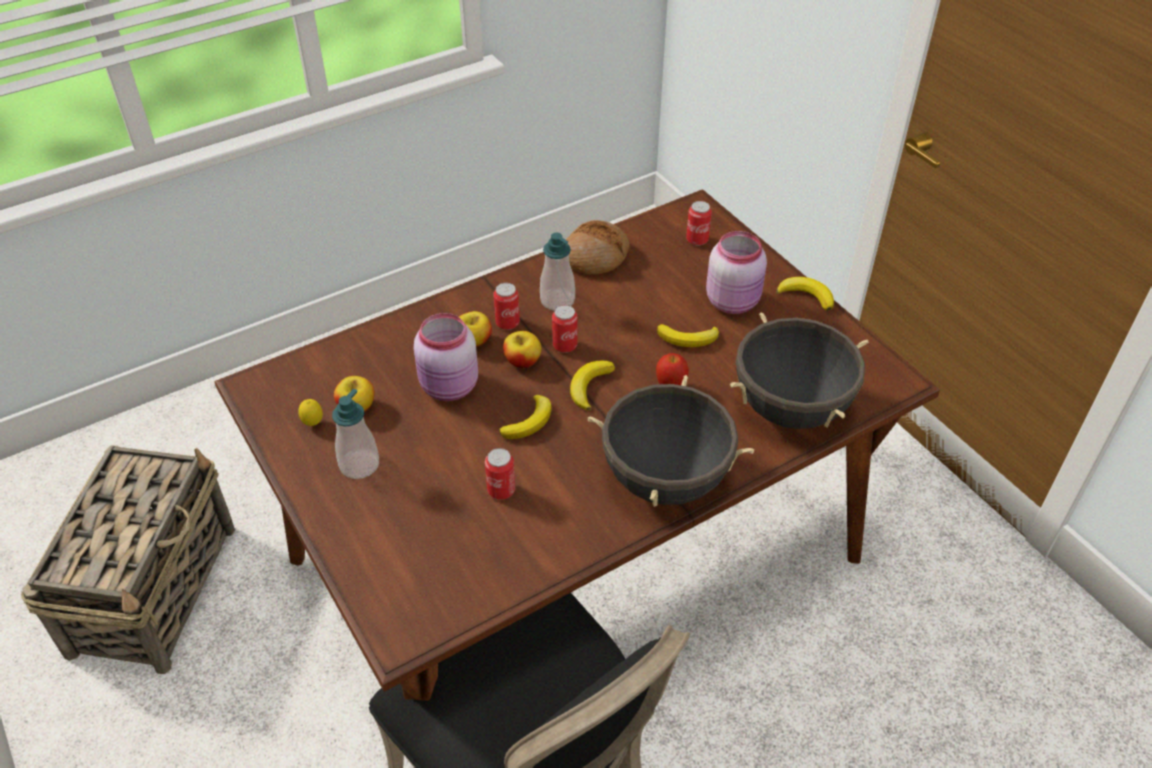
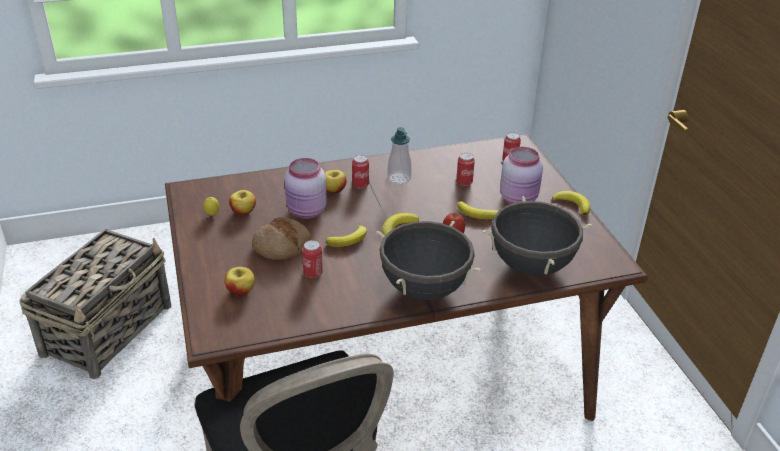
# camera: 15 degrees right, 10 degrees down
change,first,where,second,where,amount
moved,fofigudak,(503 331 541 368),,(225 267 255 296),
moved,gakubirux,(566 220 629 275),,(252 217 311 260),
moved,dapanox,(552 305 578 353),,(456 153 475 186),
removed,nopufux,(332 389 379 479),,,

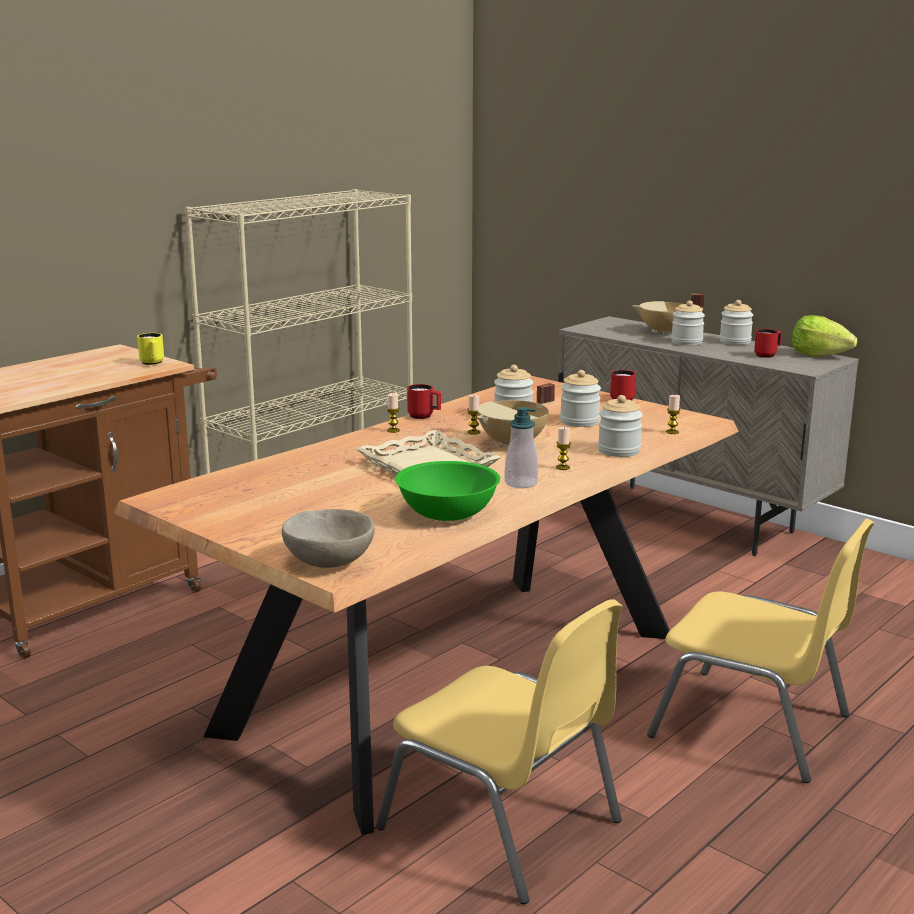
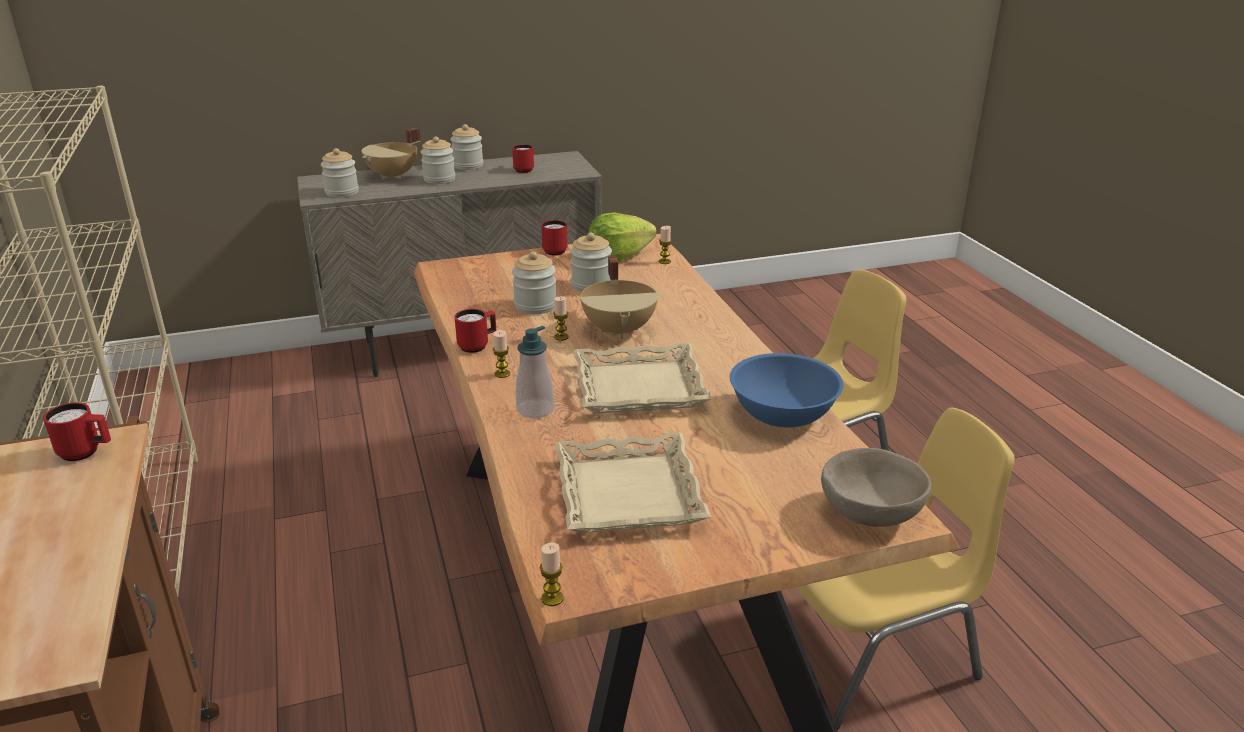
# camera: 60 degrees left, 10 degrees up
change,first,where,second,where,amount
recoloured,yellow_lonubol,(137 333 164 365),red_lonubol,(43 402 111 461),
moved,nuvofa,(598 395 643 457),,(321 148 359 197),
moved,nopufux,(504 407 538 488),,(516 326 554 418),
moved,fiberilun,(556 427 571 470),,(540 542 564 606),
added,,,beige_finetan,(555 433 711 533),
moved,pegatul,(792 315 857 357),,(589 213 657 261),
recoloured,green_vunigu,(395 461 500 521),blue_vunigu,(730 353 844 428),

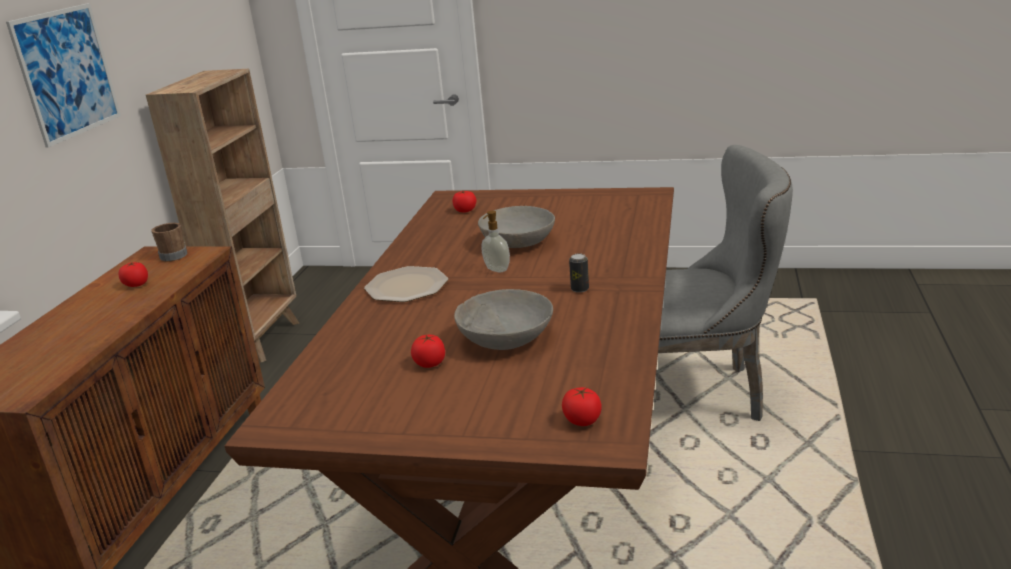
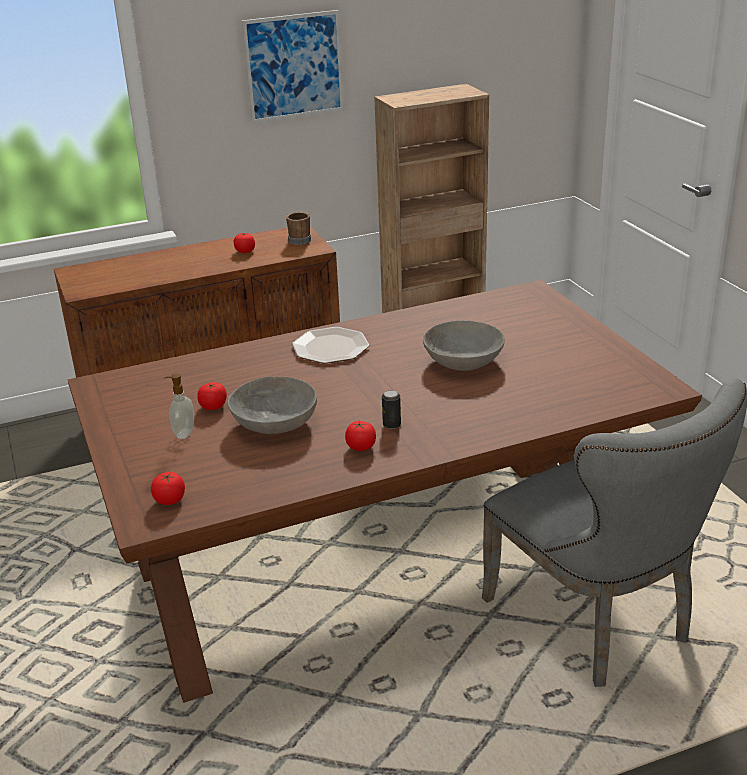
# camera: 55 degrees right, 5 degrees up
change,first,where,second,where,amount
moved,nopufux,(481 211 510 272),,(164 373 194 439),
moved,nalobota,(453 191 476 213),,(345 421 376 451),

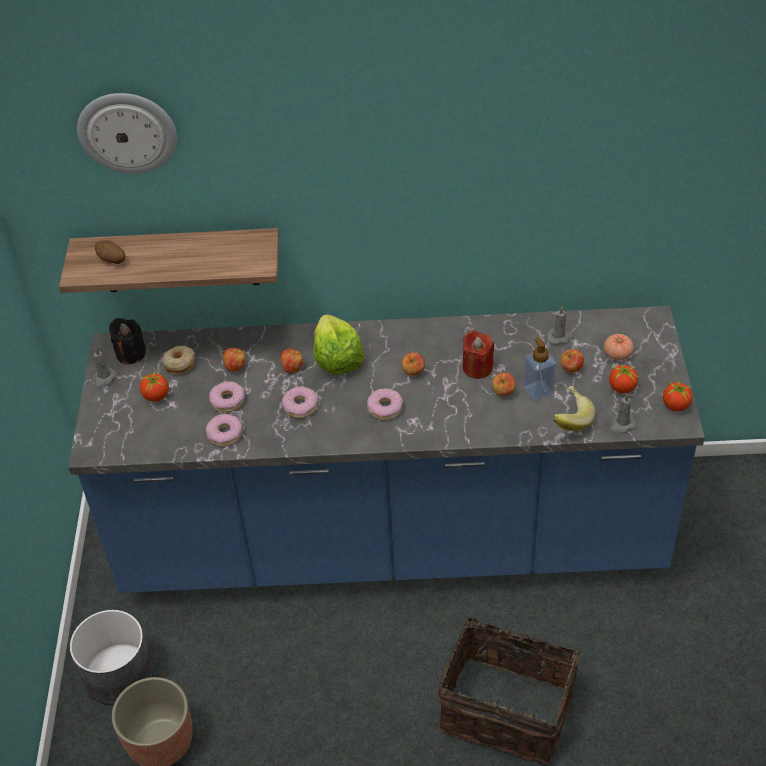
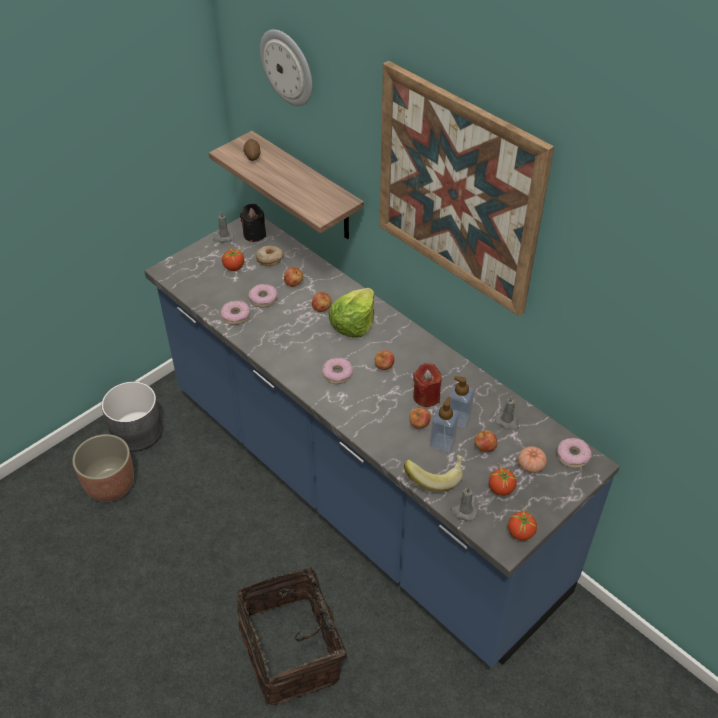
# camera: 45 degrees right, 0 degrees up
change,first,where,second,where,amount
added,,,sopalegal,(380 61 554 317),
added,,,nopufux,(448 376 474 428),
moved,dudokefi,(282 386 318 418),,(557 438 592 468),

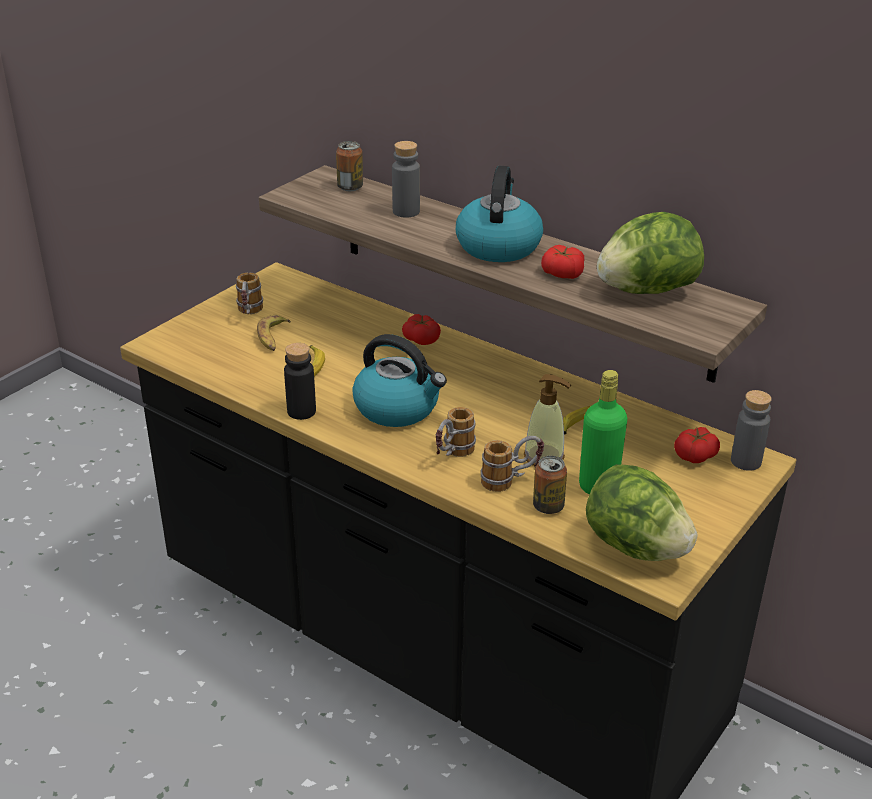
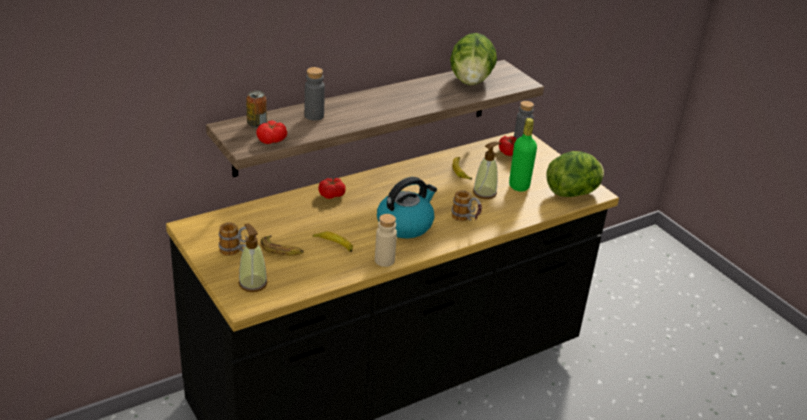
# camera: 70 degrees left, 0 degrees up
change,first,where,second,where,amount
added,,,nopufux,(239 223 267 292),
moved,nalobota,(541 245 584 279),,(256 120 287 144),
recoloured,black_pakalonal,(284 343 316 420),beige_pakalonal,(375 214 397 267),
removed,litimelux,(456 166 543 262),,,
removed,lonubol,(481 436 544 492),,,
removed,dapanox,(533 456 567 514),,,

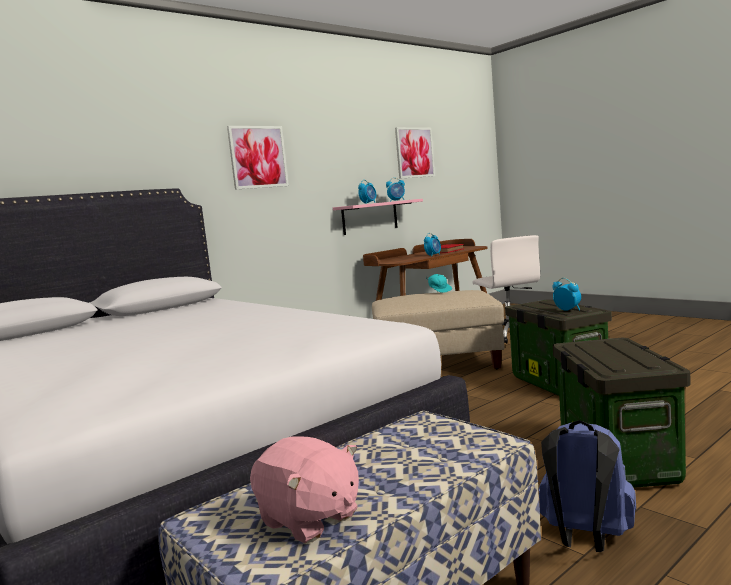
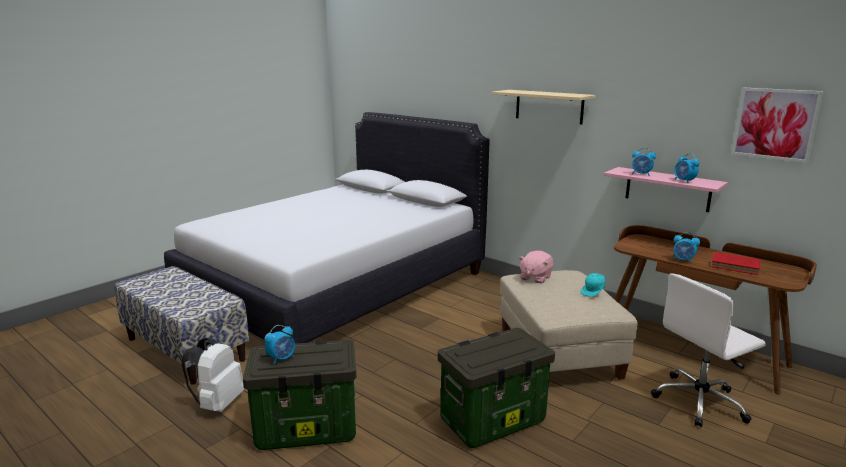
# camera: 80 degrees right, 10 degrees up
change,first,where,second,where,amount
recoloured,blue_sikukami,(538 420 636 552),white_sikukami,(181 338 244 412),
moved,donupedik,(552 278 581 311),,(264 325 295 365),
replaced,sopalegal,(227 126 289 190),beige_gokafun,(492 90 595 124),
moved,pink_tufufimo,(250 436 359 543),,(519 251 553 283),

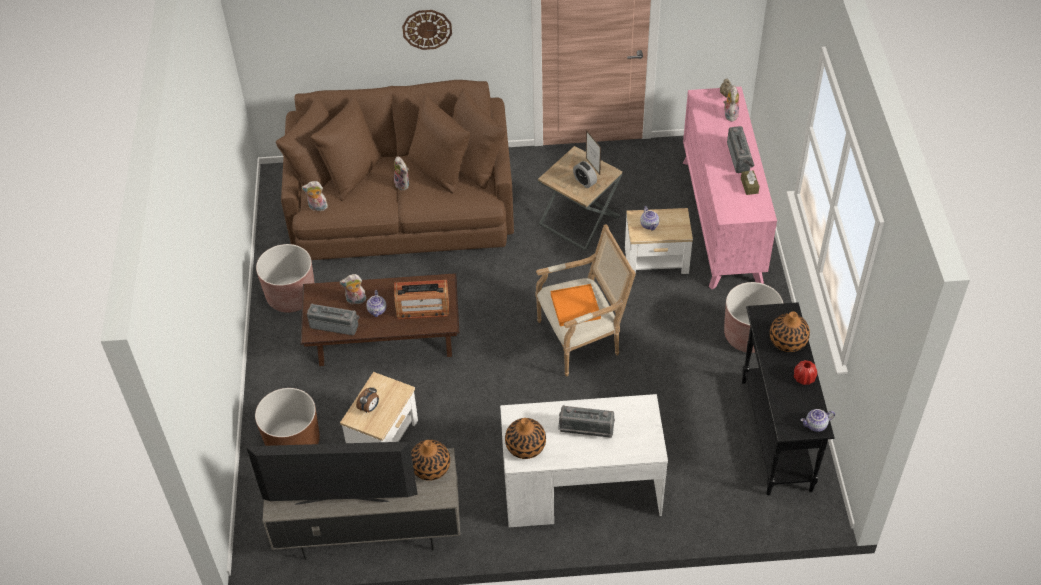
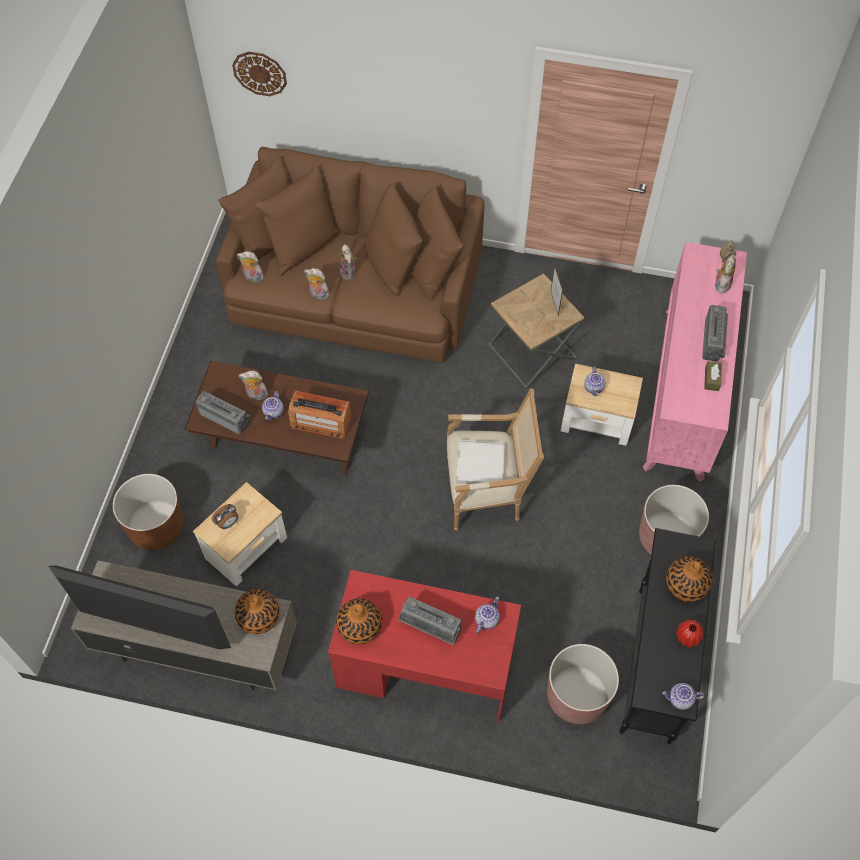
# camera: 15 degrees right, 10 degrees up
change,first,where,second,where,amount
moved,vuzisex,(402 10 452 50),,(232 52 287 96),
added,,,tufufimo,(304 268 332 300),
recoloured,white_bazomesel,(500 394 668 527),red_bazomesel,(328 570 521 723),
recoloured,orange_finetan,(551 284 601 326),white_finetan,(456 440 505 484),
added,,,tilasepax,(475 597 500 633),
moved,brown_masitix,(256 244 315 313),,(547 644 619 724),
removed,donupedik,(573 161 597 188),,,

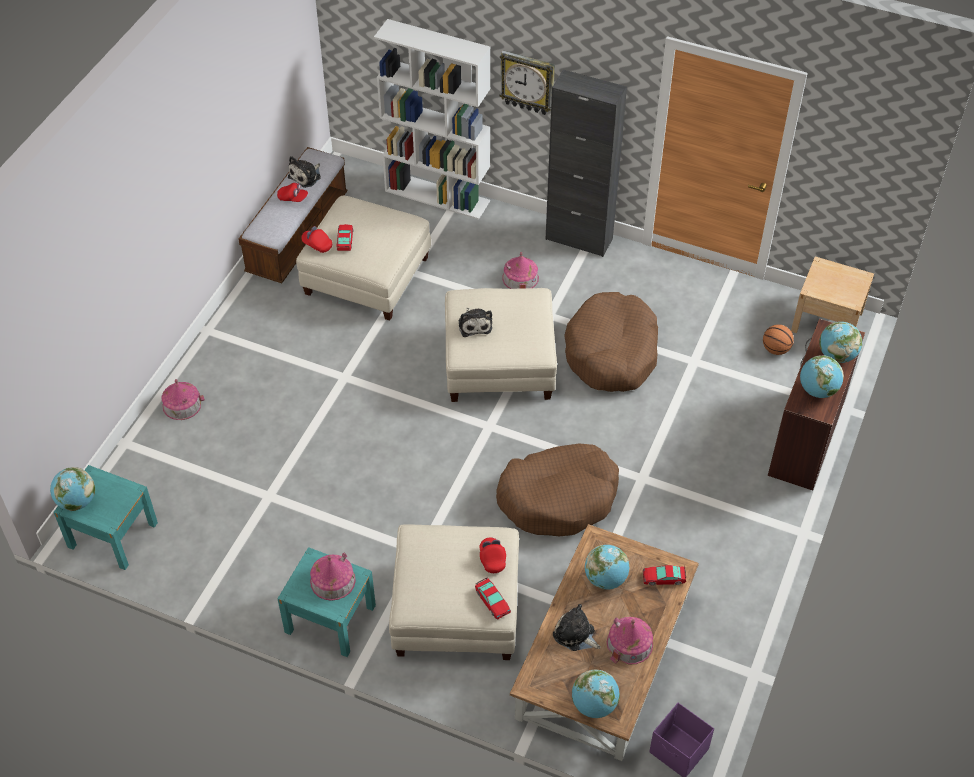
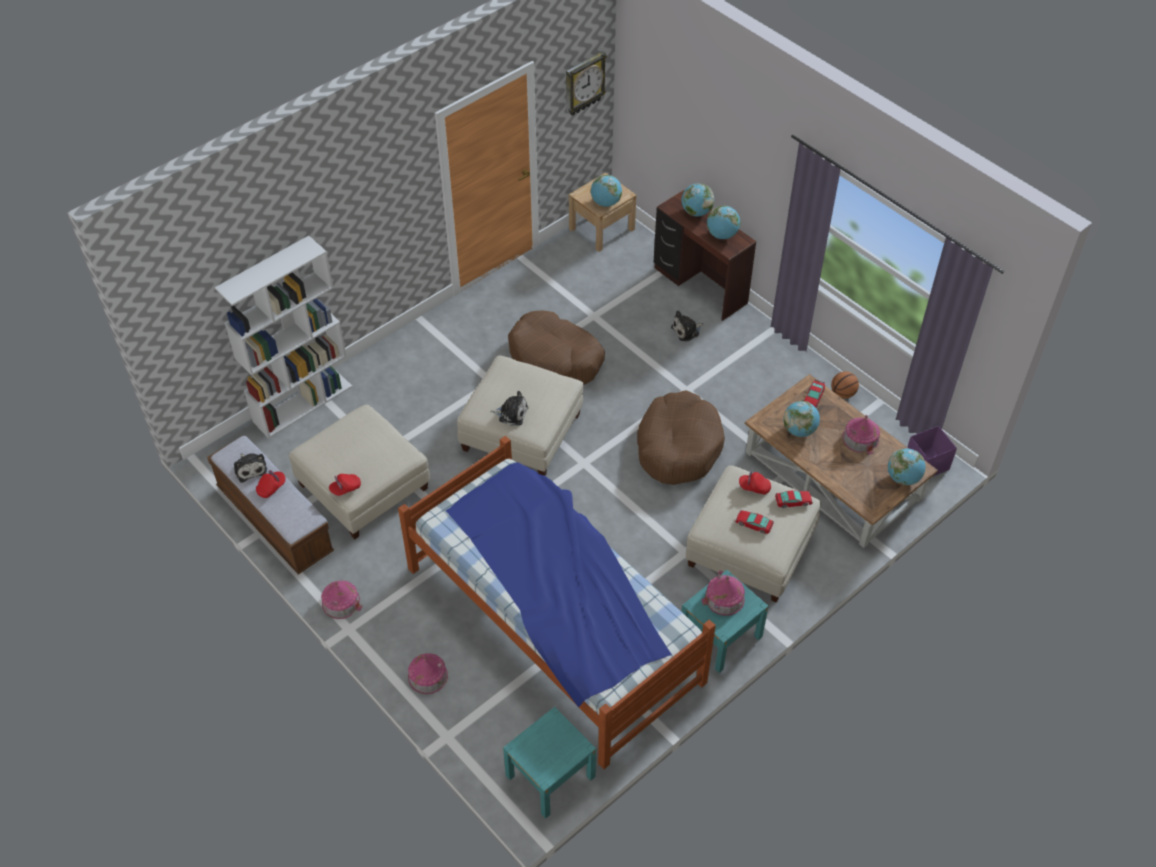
# camera: 65 degrees left, 0 degrees up
change,first,where,second,where,amount
moved,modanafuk,(502 252 539 289),,(321 580 363 619),
added,,,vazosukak,(398 436 716 769),
moved,vuzisex,(499 51 555 115),,(566 51 607 116),
moved,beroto,(50 467 95 511),,(591 175 622 207),
moved,tufufimo,(553 604 601 651),,(671 310 703 342),
moved,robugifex,(337 224 354 251),,(735 510 774 534),
moved,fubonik,(763 324 794 355),,(831 371 859 399),
removed,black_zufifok,(545 69 627 257),,,

